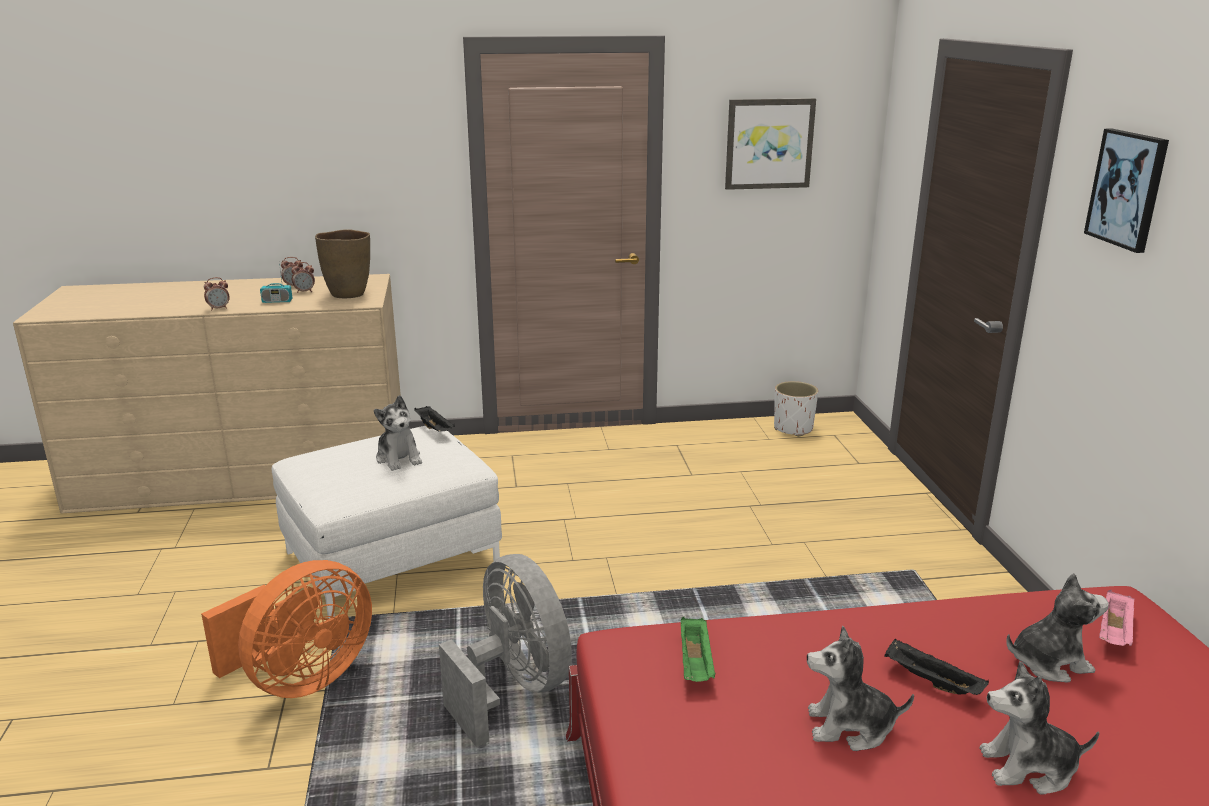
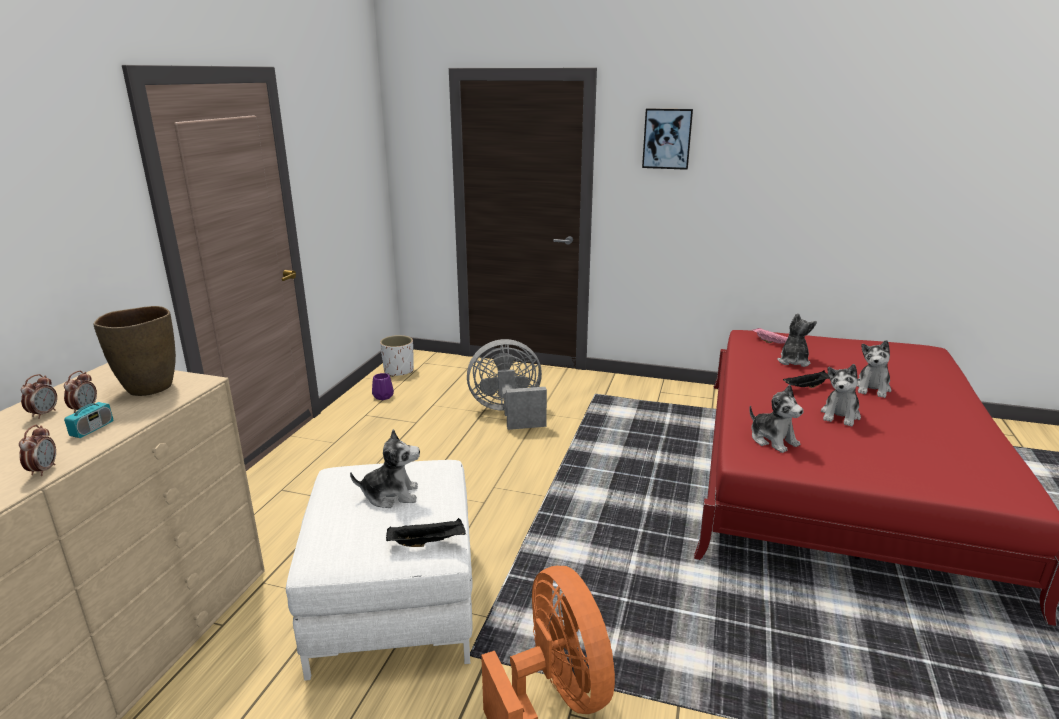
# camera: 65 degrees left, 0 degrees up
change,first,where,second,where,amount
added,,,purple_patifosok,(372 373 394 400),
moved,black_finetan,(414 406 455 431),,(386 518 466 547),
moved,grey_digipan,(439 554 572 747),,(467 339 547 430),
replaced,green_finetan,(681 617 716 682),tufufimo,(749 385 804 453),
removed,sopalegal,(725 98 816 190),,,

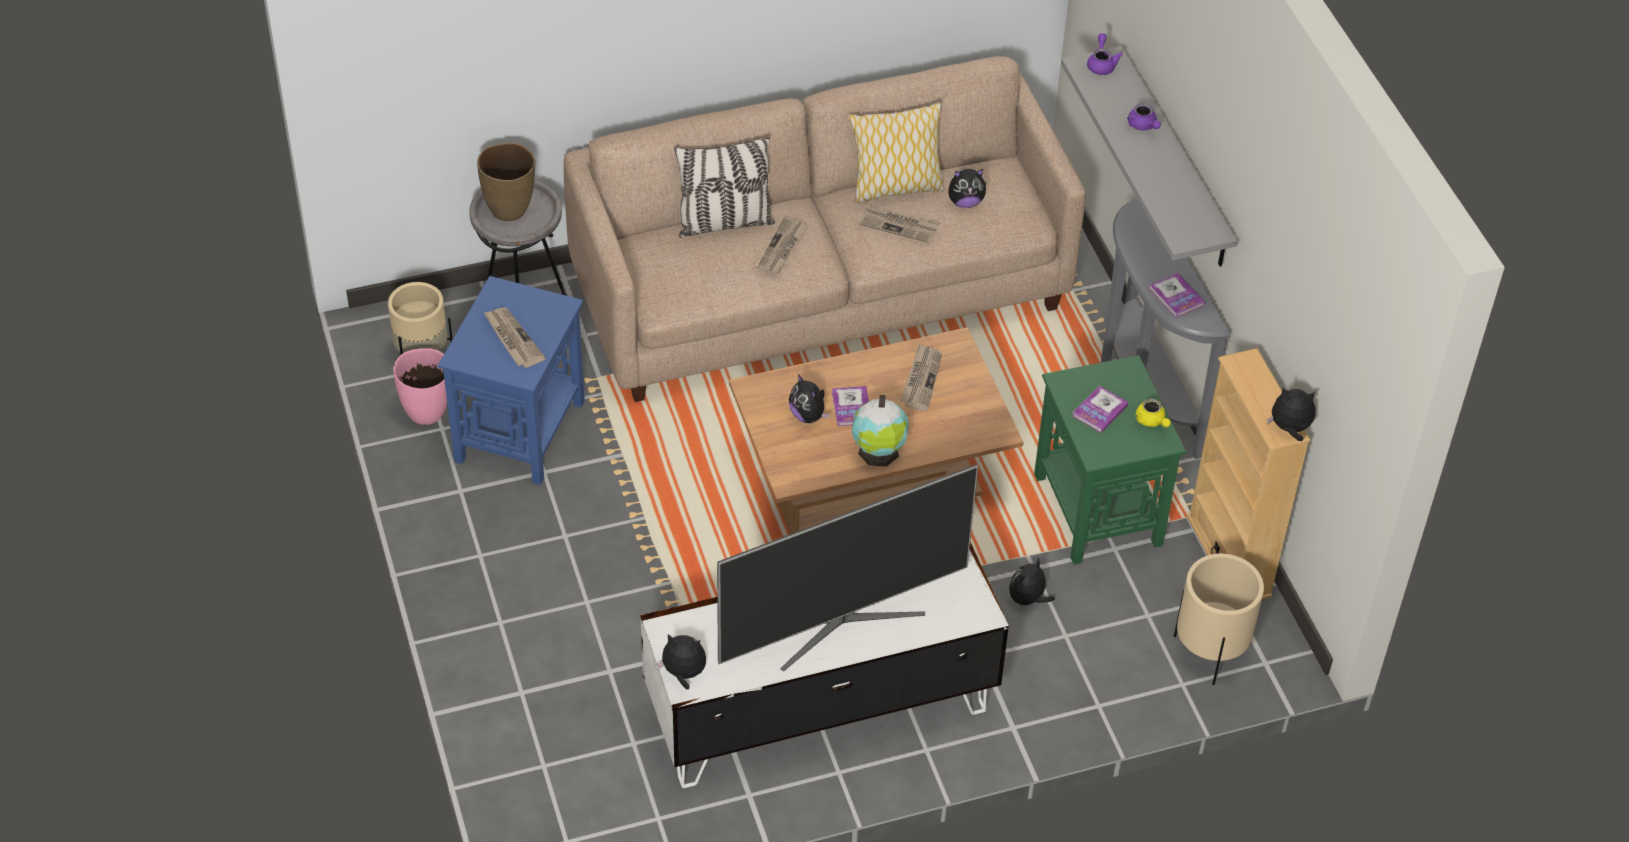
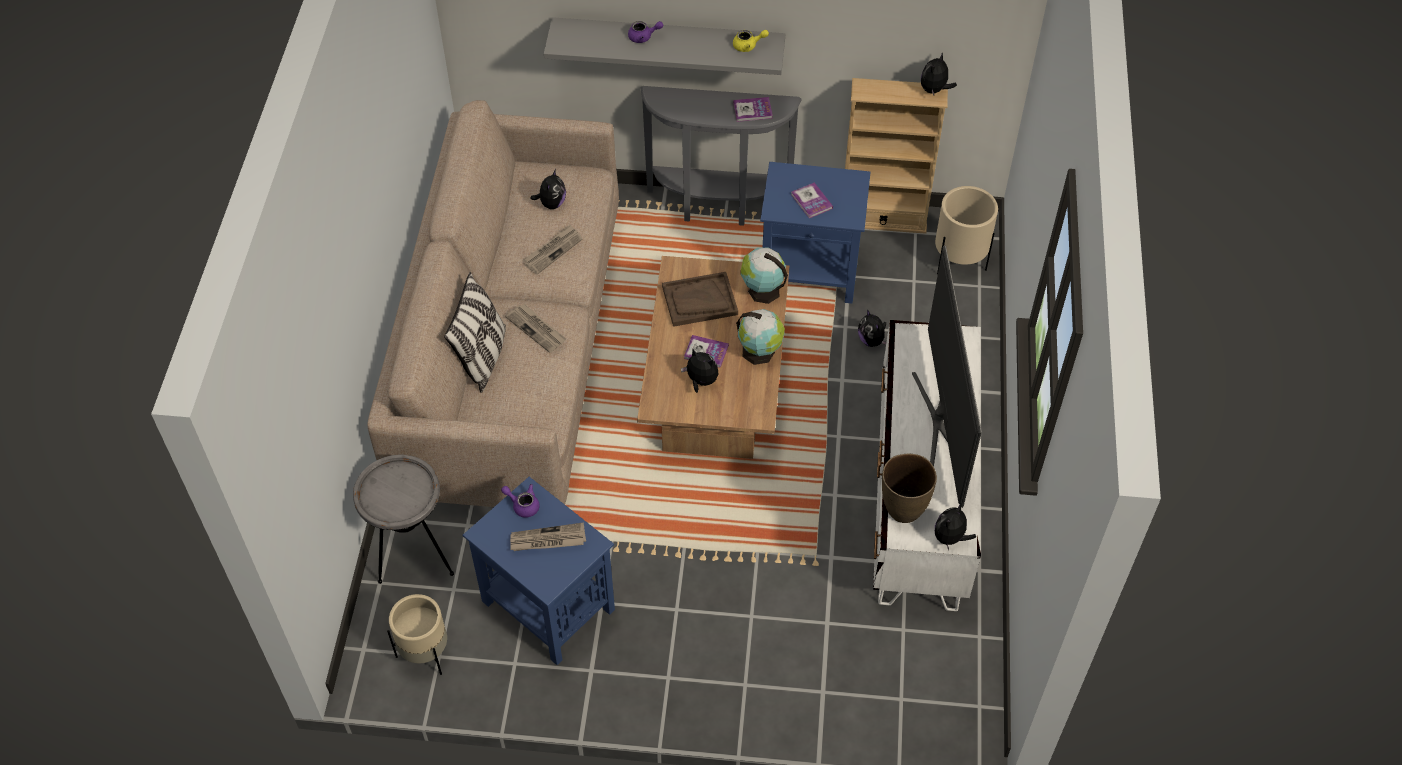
# camera: 65 degrees left, 5 degrees up
change,first,where,second,where,amount
moved,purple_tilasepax,(1087 33 1123 75),,(501 484 540 518),
replaced,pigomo,(900 344 942 411),brown_finetan,(662 272 738 327),
turned,tufufimo,(789 374 830 423),,(681 349 718 393),135 degrees counterclockwise
moved,yellow_tilasepax,(1135 399 1171 427),,(733 30 769 52),
added,,,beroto,(741 248 788 304),
recoloured,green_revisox,(1034 355 1186 565),blue_revisox,(760 162 870 303),
moved,brown_patifosok,(477 143 535 221),,(882 454 937 523),
removed,pink_patifosok,(393 348 447 425),,,
removed,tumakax,(849 103 945 203),,,

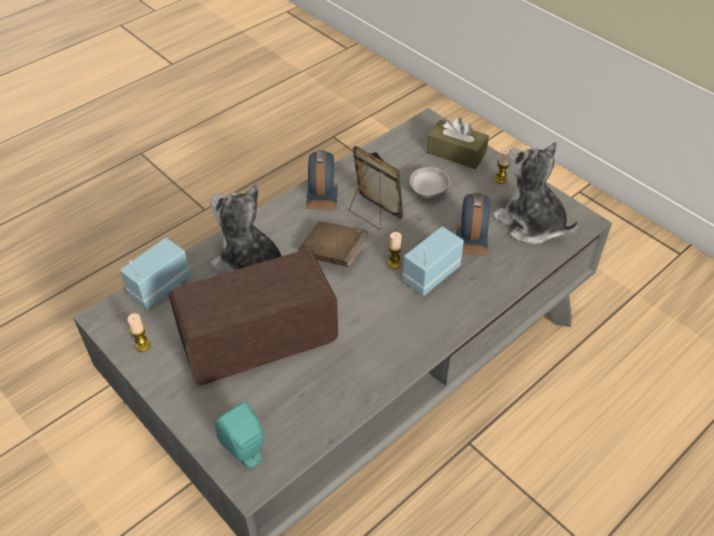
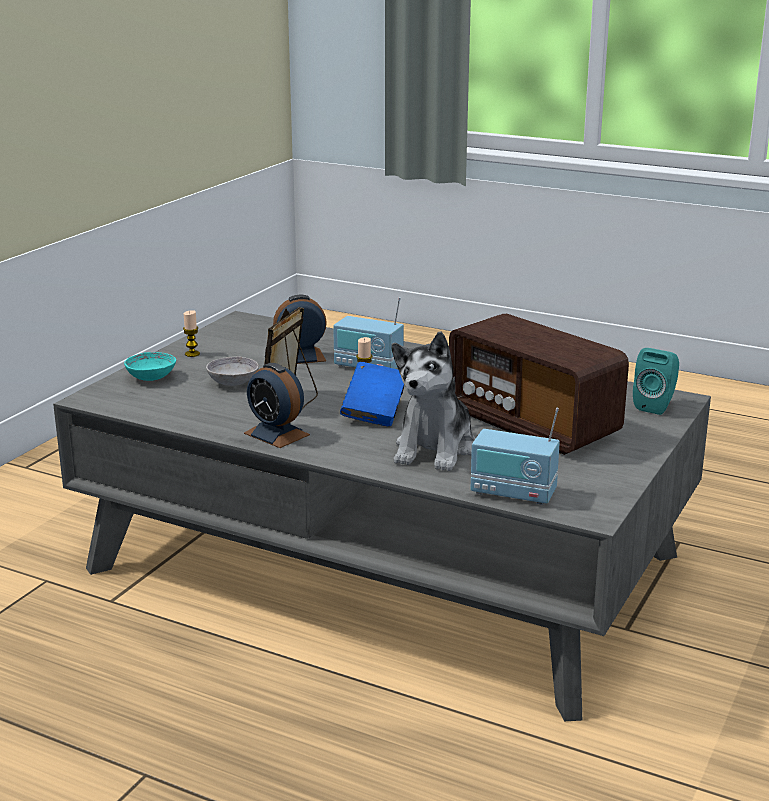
# camera: 110 degrees left, 25 degrees down
change,first,where,second,where,amount
replaced,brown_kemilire,(427 117 489 169),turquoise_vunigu,(124 352 176 381),
turned,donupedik,(306 150 338 209),,(244 363 310 448),120 degrees counterclockwise
recoloured,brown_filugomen,(298 221 368 267),blue_filugomen,(340 362 405 426),
removed,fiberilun,(127 313 151 352),,,
removed,tufufimo,(492 142 579 244),,,

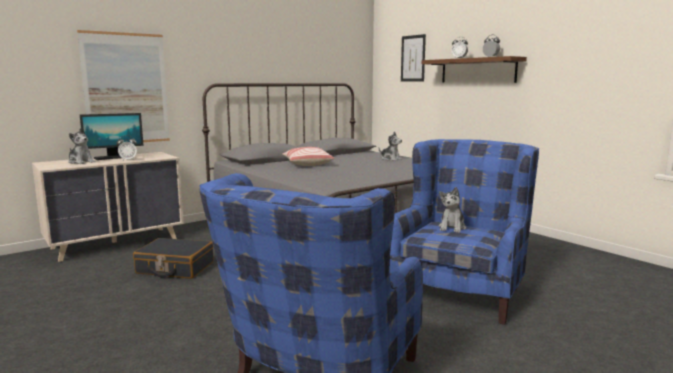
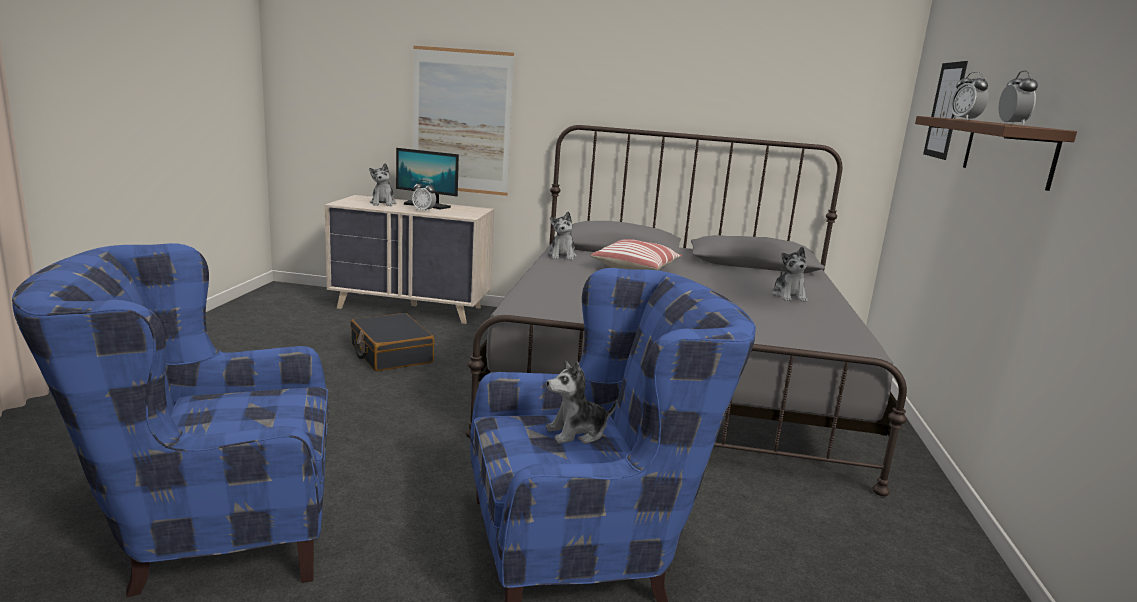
# camera: 45 degrees right, 5 degrees up
change,first,where,second,where,amount
added,,,tufufimo,(548 211 577 260),

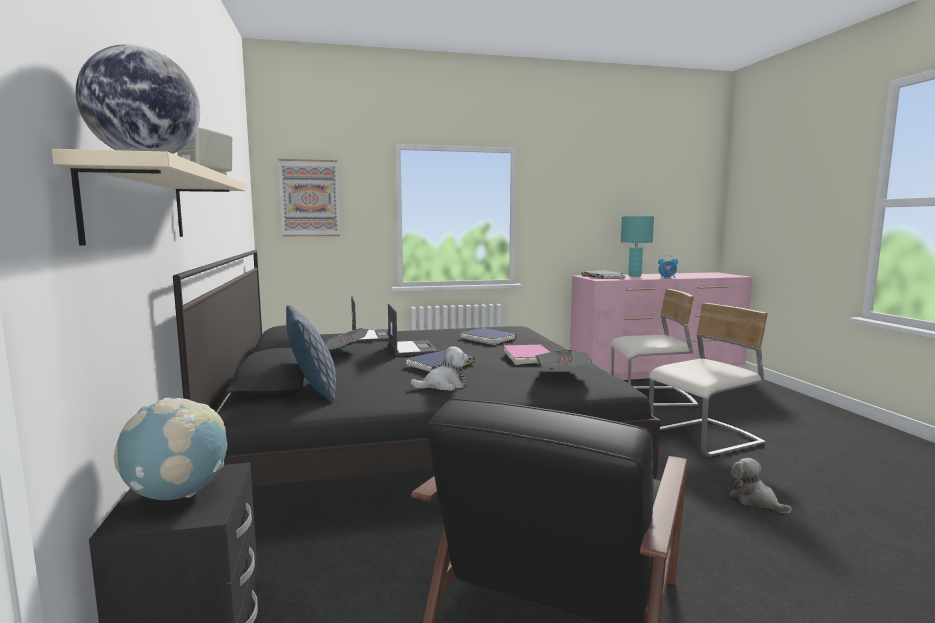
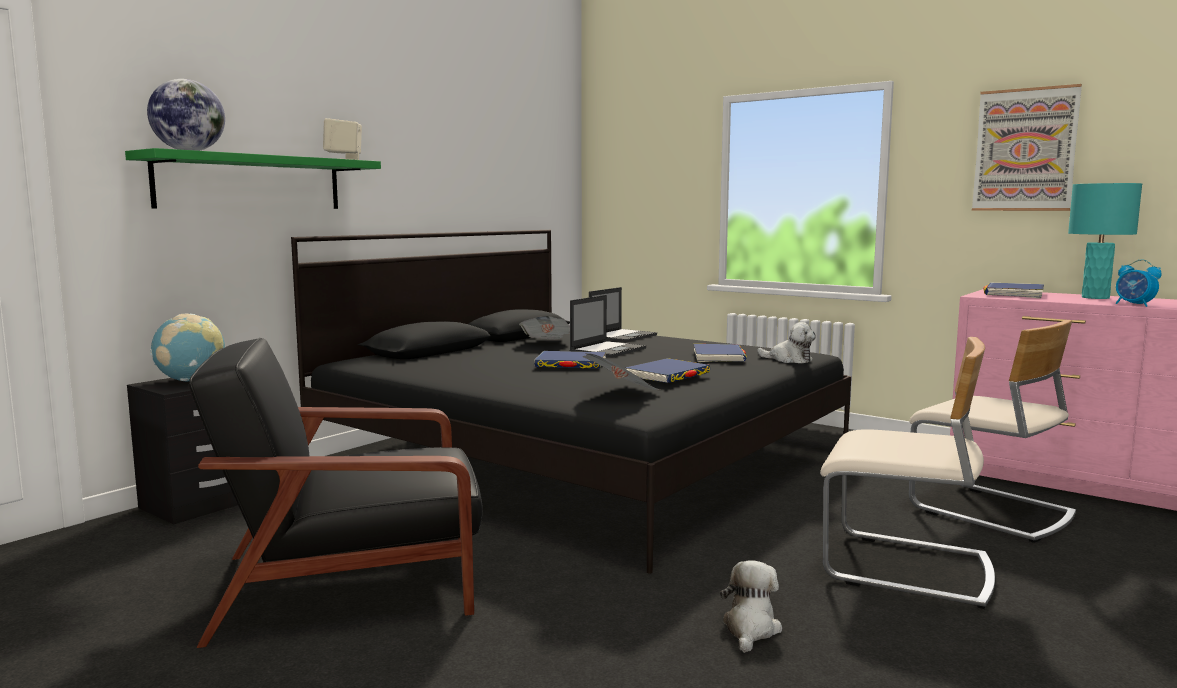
# camera: 50 degrees right, 0 degrees up
change,first,where,second,where,amount
recoloured,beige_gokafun,(52 149 245 246),green_gokafun,(125 148 381 209),
recoloured,pink_filugomen,(503 345 550 365),blue_filugomen,(625 358 711 383),
moved,tufufimo,(410 346 469 391),,(757 322 816 363),
moved,sopalegal,(278 159 340 236),,(972 84 1082 211),
removed,tumakax,(286 305 336 402),,,

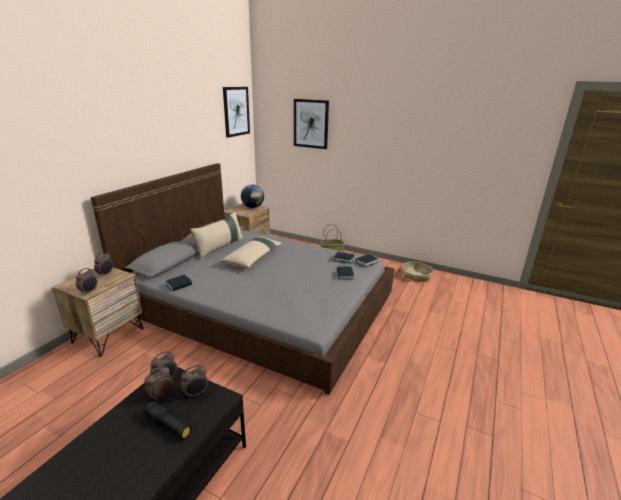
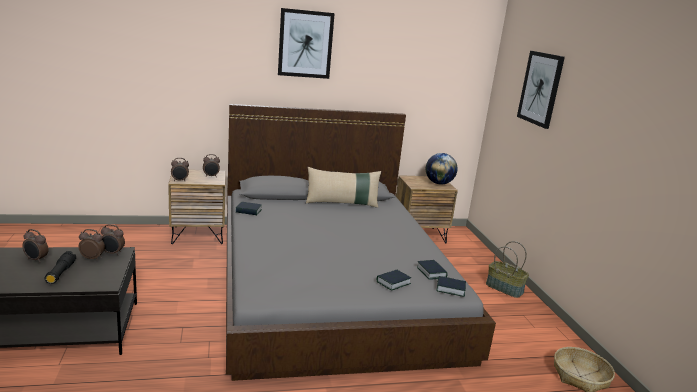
# camera: 50 degrees right, 5 degrees down
change,first,where,second,where,amount
moved,donupedik,(181 365 208 399),,(22 229 49 262),
moved,sopalegal,(223 87 250 138),,(278 8 335 79),
removed,beige_tumakax,(221 237 283 268),,,

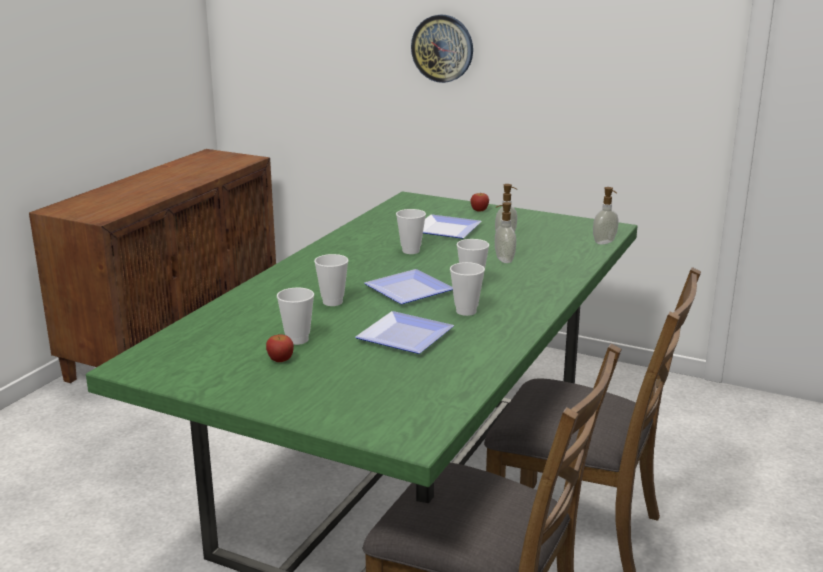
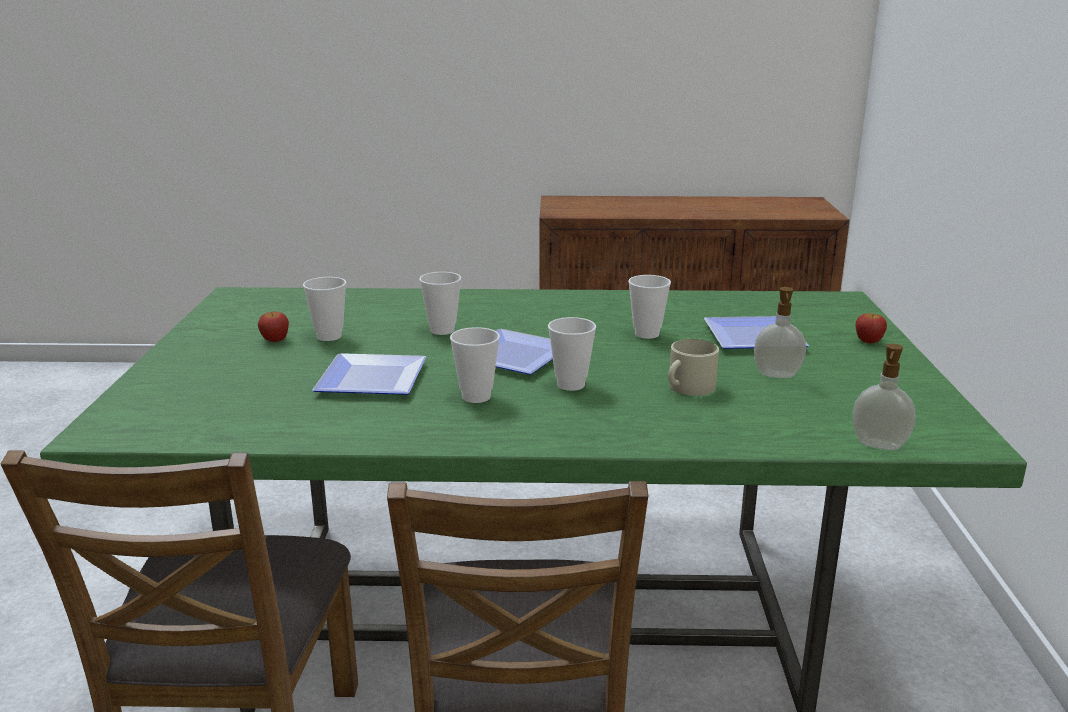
# camera: 65 degrees right, 0 degrees up
change,first,where,second,where,amount
replaced,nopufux,(495 202 516 263),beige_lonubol,(668 339 719 396),
removed,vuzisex,(411 15 473 83),,,

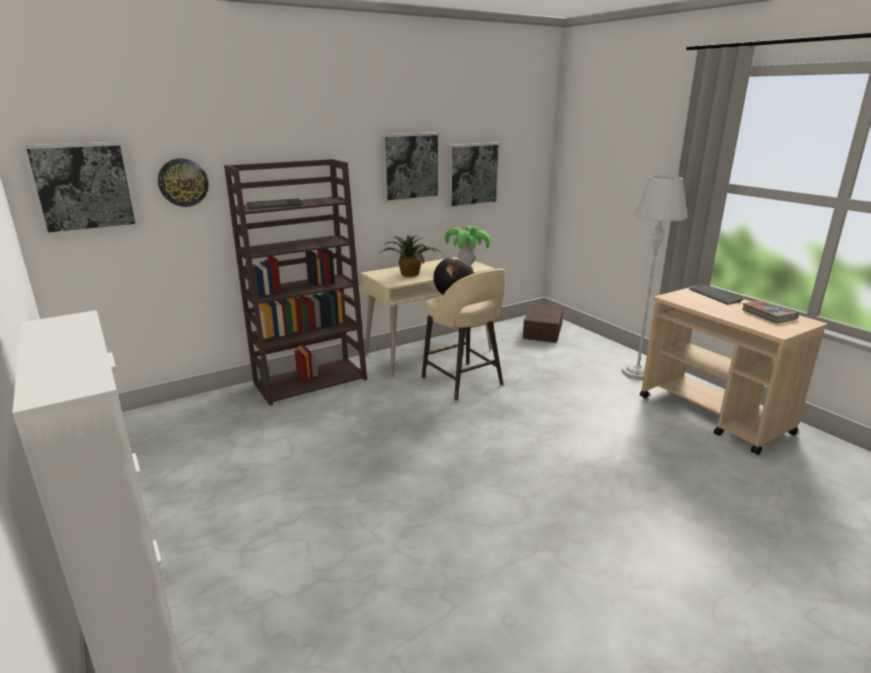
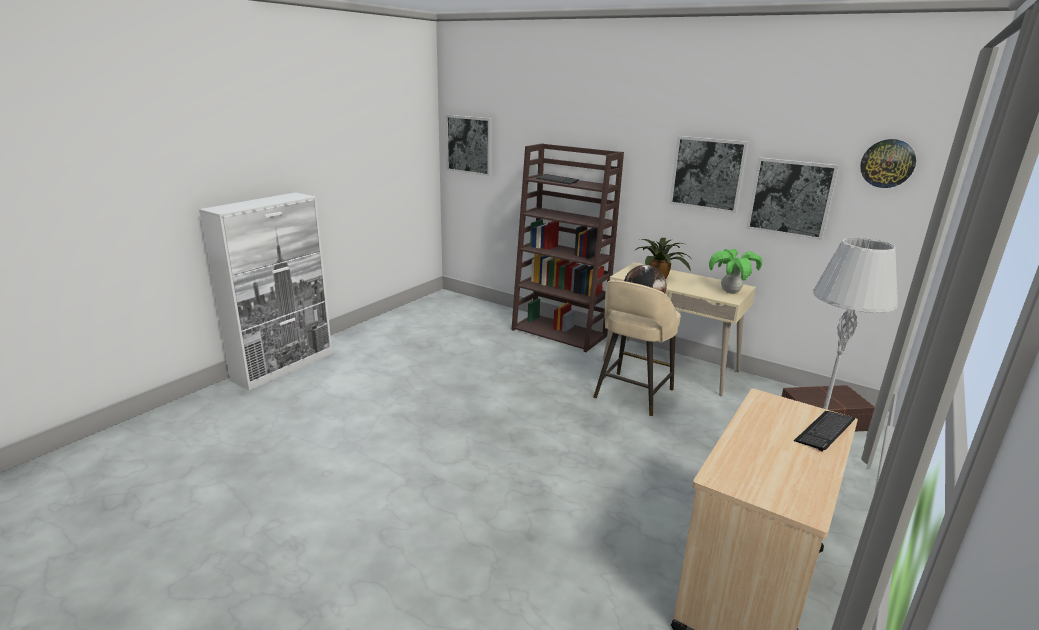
# camera: 65 degrees right, 0 degrees up
change,first,where,second,where,amount
moved,vuzisex,(158 158 209 207),,(860 139 916 188),
removed,filugomen,(742 301 798 323),,,

